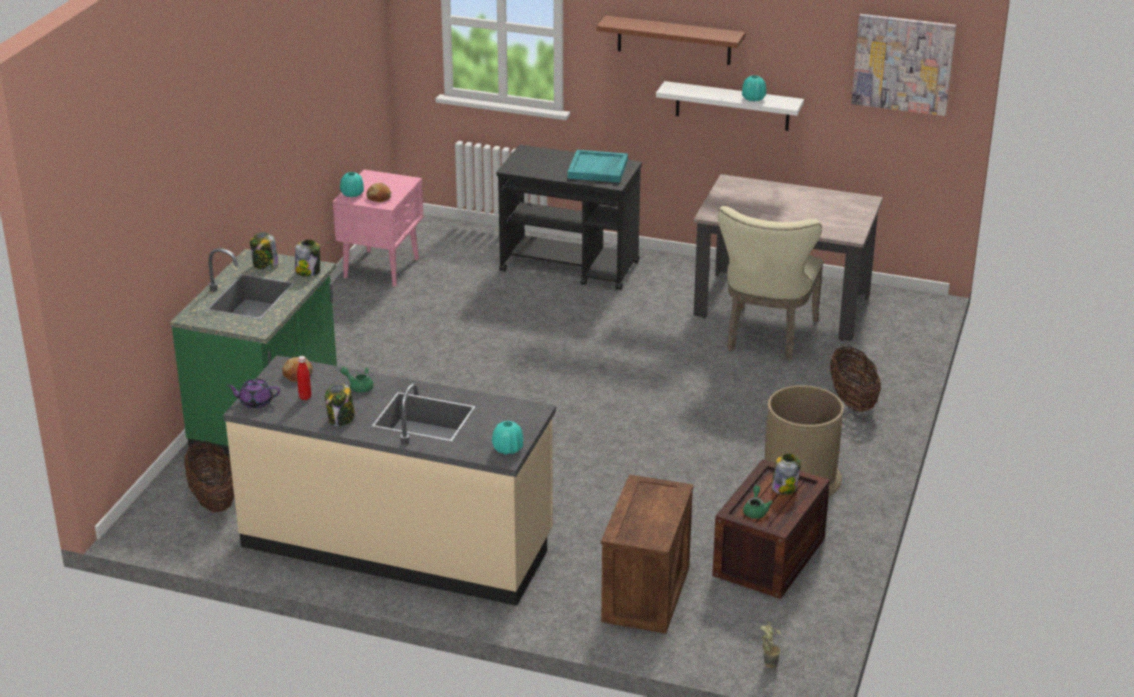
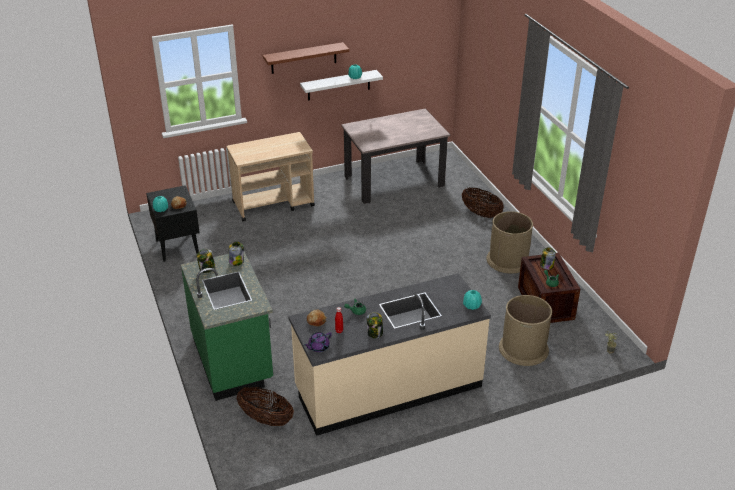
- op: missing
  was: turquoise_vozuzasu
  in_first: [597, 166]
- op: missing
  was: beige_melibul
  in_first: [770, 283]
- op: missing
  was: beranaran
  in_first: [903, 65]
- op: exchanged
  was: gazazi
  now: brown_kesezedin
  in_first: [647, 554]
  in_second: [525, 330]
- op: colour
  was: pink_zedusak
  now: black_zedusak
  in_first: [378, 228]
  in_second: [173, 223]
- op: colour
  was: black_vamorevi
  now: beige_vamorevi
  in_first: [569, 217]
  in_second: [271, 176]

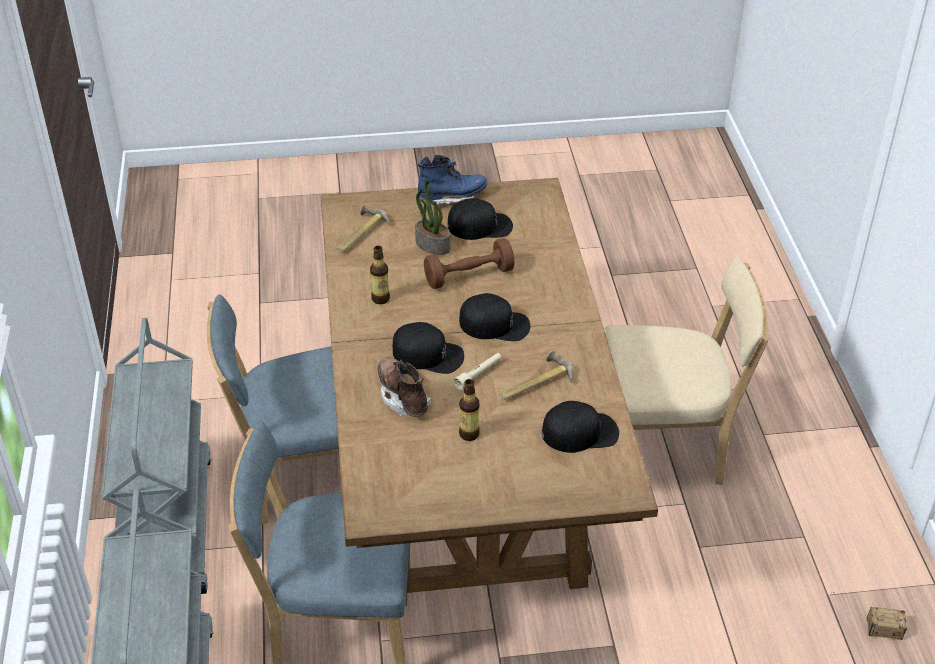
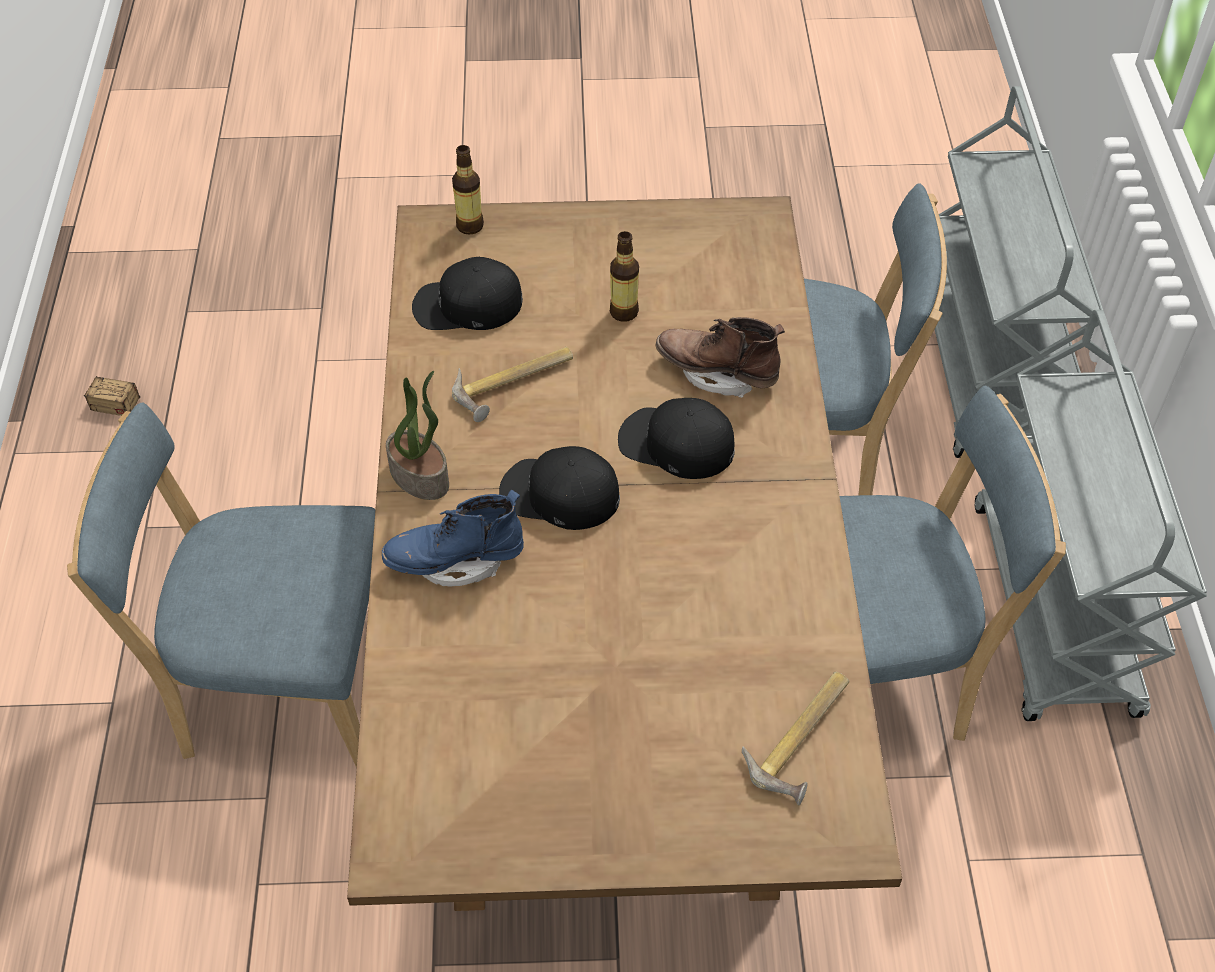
- op: missing
  was: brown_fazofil
  in_first: [469, 263]
- op: missing
  was: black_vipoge
  in_first: [480, 219]
- op: missing
  was: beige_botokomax
  in_first: [477, 371]
- op: relocated
  was: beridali
  in_first: [380, 275]
  in_second: [468, 190]
- op: relocated
  was: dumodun
  in_first: [433, 217]
  in_second: [417, 435]
- op: relocated
  was: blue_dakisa
  in_first: [452, 181]
  in_second: [453, 538]
- op: colour
  was: beige_melibul
  now: blue_melibul
  in_first: [687, 371]
  in_second: [221, 585]
- op: spun
  was: brown_dakisa
  in_first: [404, 387]
  in_second: [720, 357]
  clockwise: 135

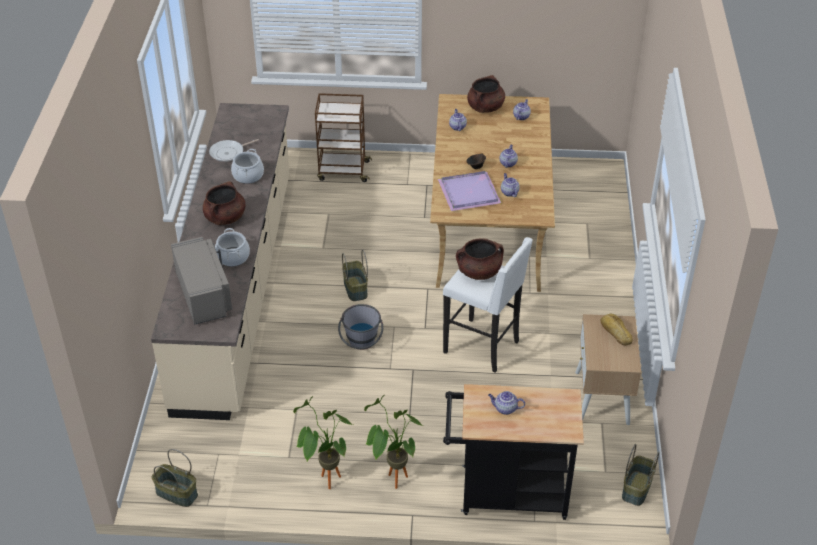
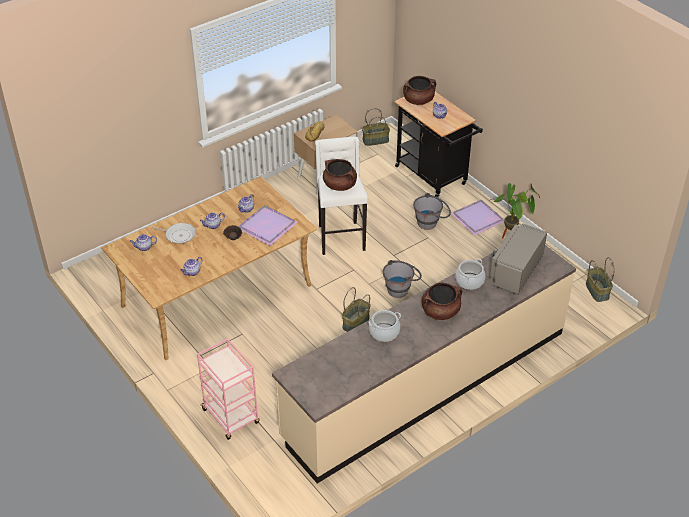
- op: appeared
  now: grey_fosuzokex
  in_second: [432, 211]
- op: relocated
  was: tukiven
  in_first: [234, 150]
  in_second: [173, 233]
- op: relocated
  was: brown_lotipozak
  in_first: [486, 94]
  in_second: [419, 90]
- op: exchanged
  was: dumodun
  now: purple_vozuzasu
  in_first: [393, 442]
  in_second: [477, 217]
- op: colour
  was: brown_vamorevi
  now: pink_vamorevi
  in_first: [343, 137]
  in_second: [228, 389]

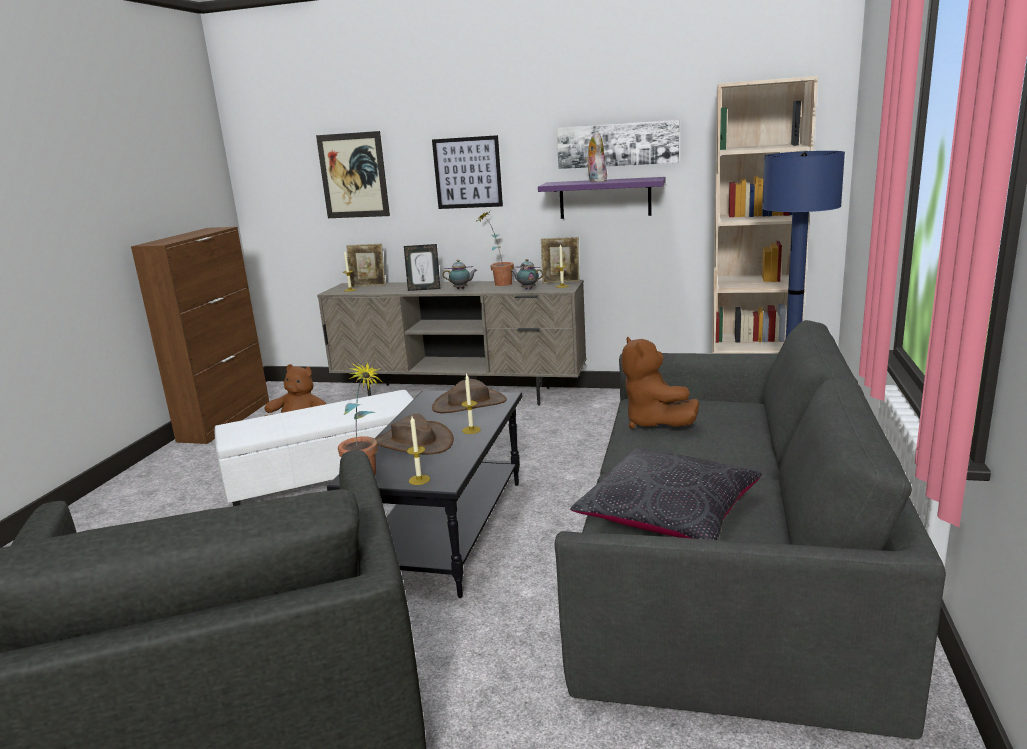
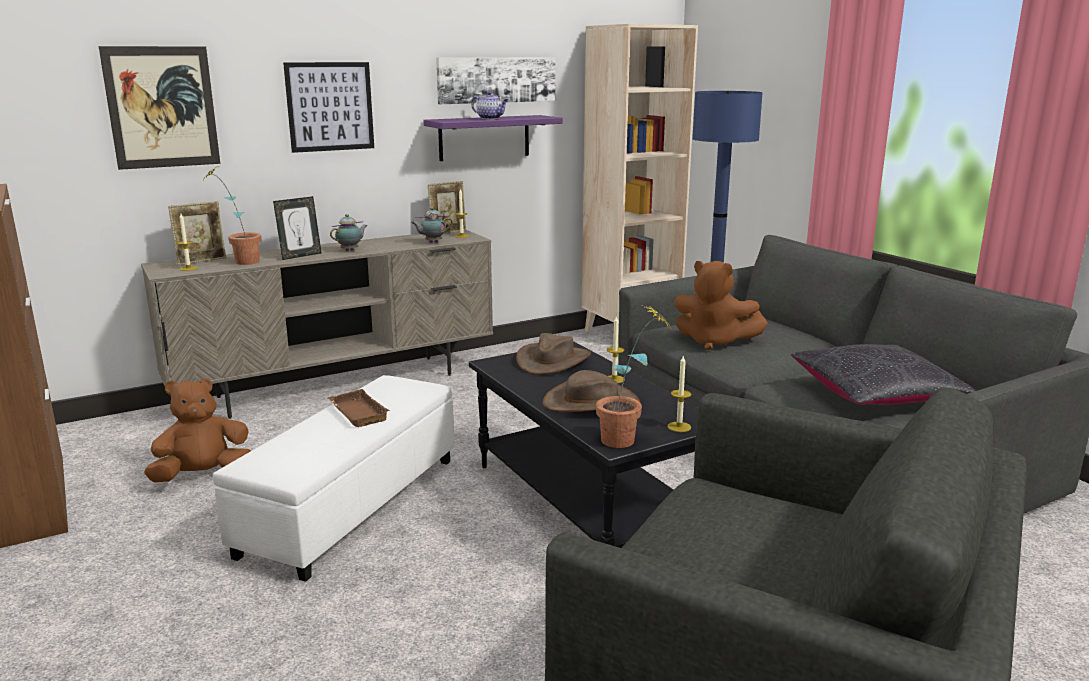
- op: appeared
  now: brown_vozuzasu
  in_second: [359, 408]
- op: relocated
  was: dumodun
  in_first: [494, 249]
  in_second: [232, 215]
- op: exchanged
  was: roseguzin
  now: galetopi
  in_first: [596, 157]
  in_second: [489, 105]

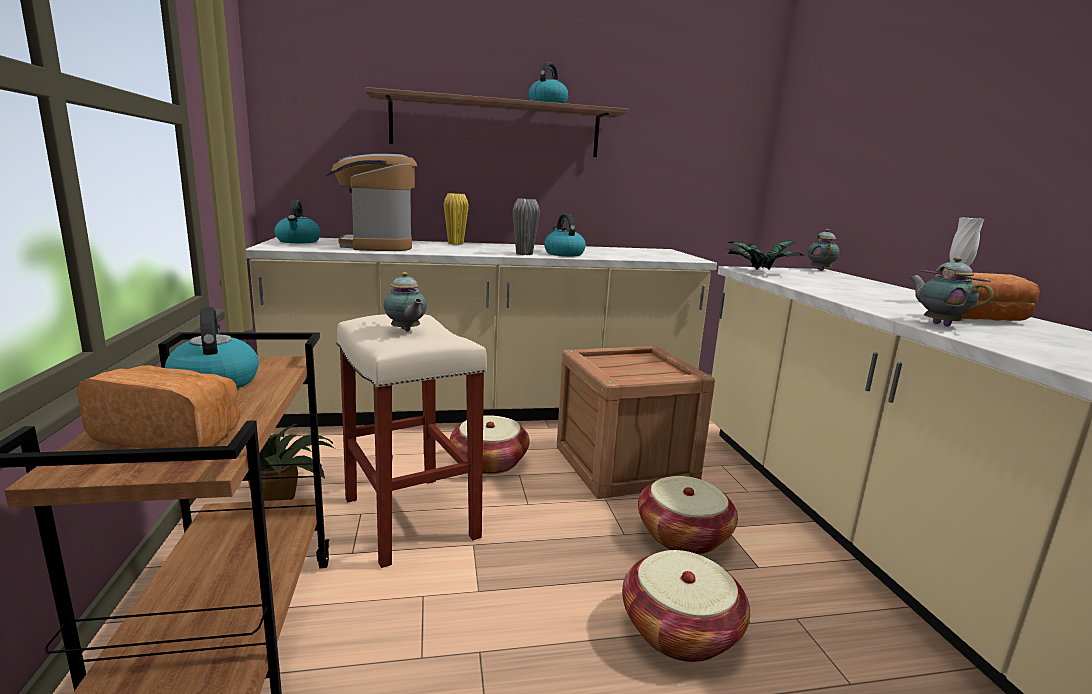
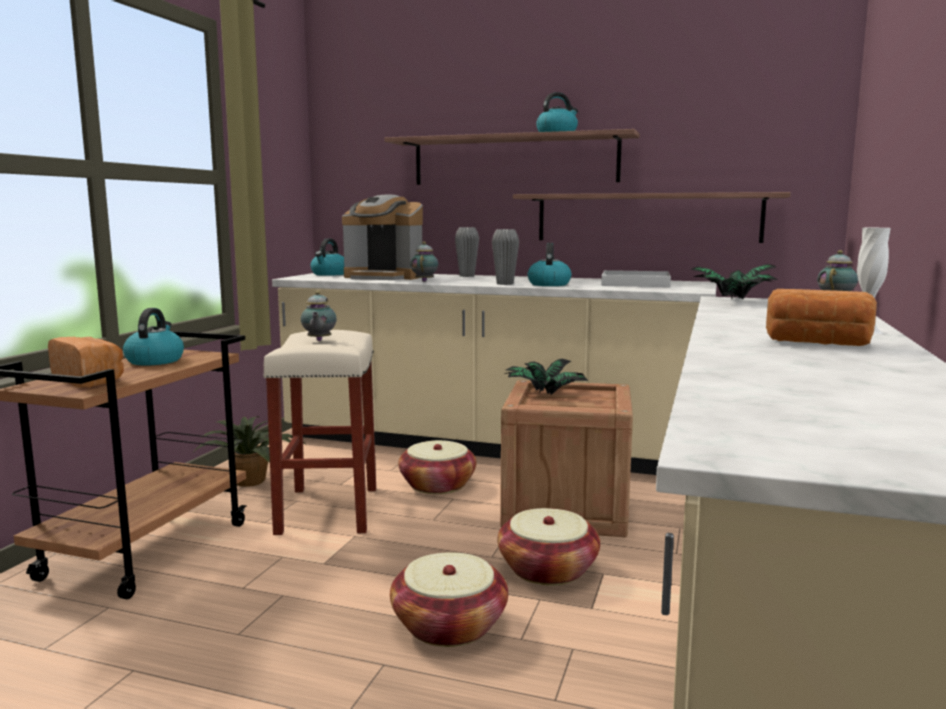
- op: appeared
  now: dumodun
  in_second: [546, 377]
- op: appeared
  now: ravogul
  in_second: [652, 217]
- op: appeared
  now: white_vozuzasu
  in_second: [636, 278]
- op: relocated
  was: galetopi
  in_first: [951, 291]
  in_second: [424, 262]
- op: colour
  was: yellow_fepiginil
  now: grey_fepiginil
  in_first: [456, 219]
  in_second: [467, 252]
- op: spun
  was: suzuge
  in_first: [371, 202]
  in_second: [382, 237]
  clockwise: -90

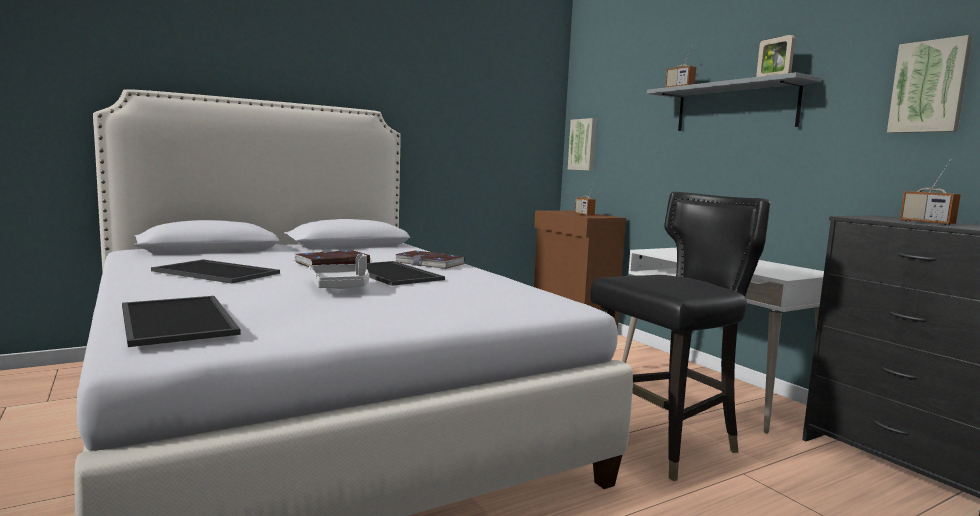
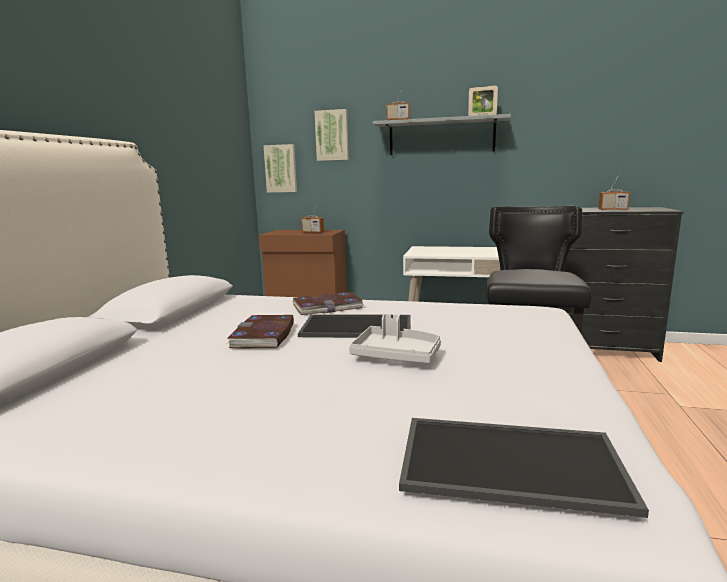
- op: missing
  was: vozuzasu
  in_first: [215, 271]
- op: relocated
  was: beranaran
  in_first: [930, 84]
  in_second: [331, 135]

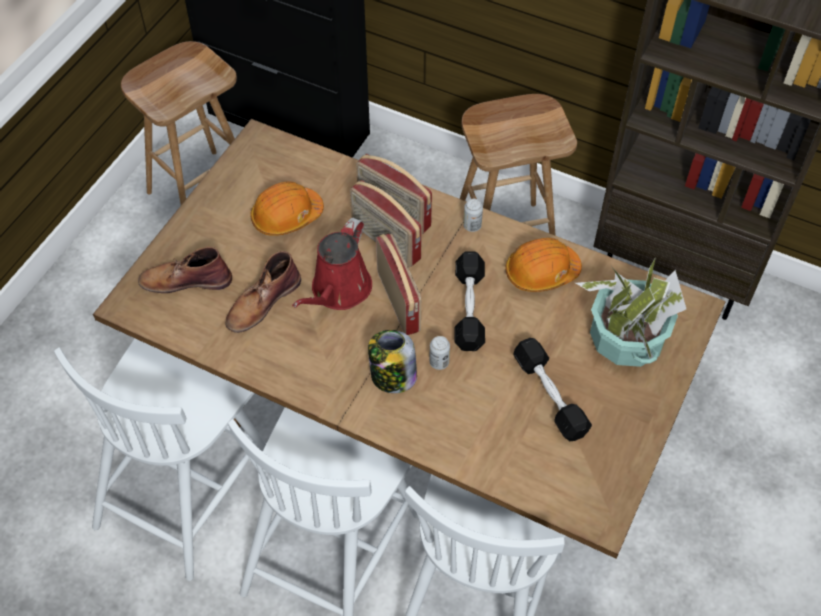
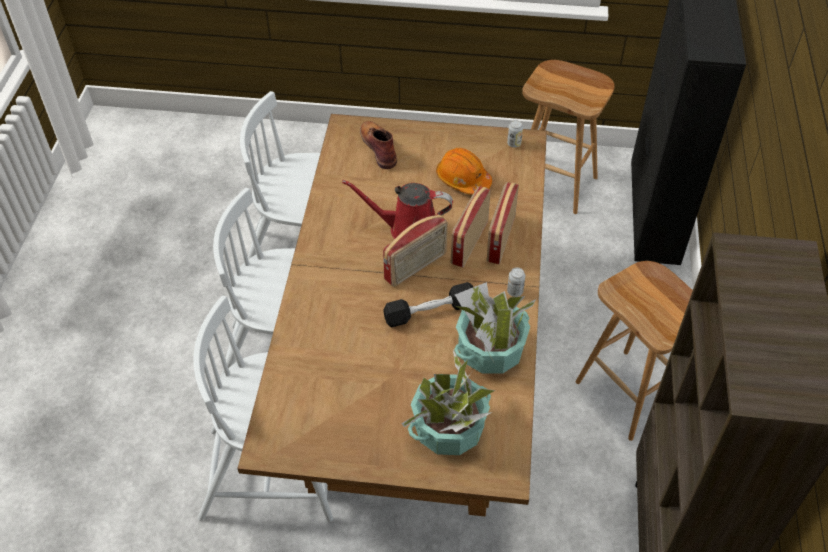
- op: missing
  was: brown_dakisa
  in_first: [263, 292]
- op: missing
  was: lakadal
  in_first: [392, 361]
- op: missing
  was: black_fazofil
  in_first: [552, 389]
- op: relocated
  was: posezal
  in_first: [439, 353]
  in_second: [515, 133]
- op: exchanged
  was: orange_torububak
  now: dumodun
  in_first: [543, 265]
  in_second: [495, 328]

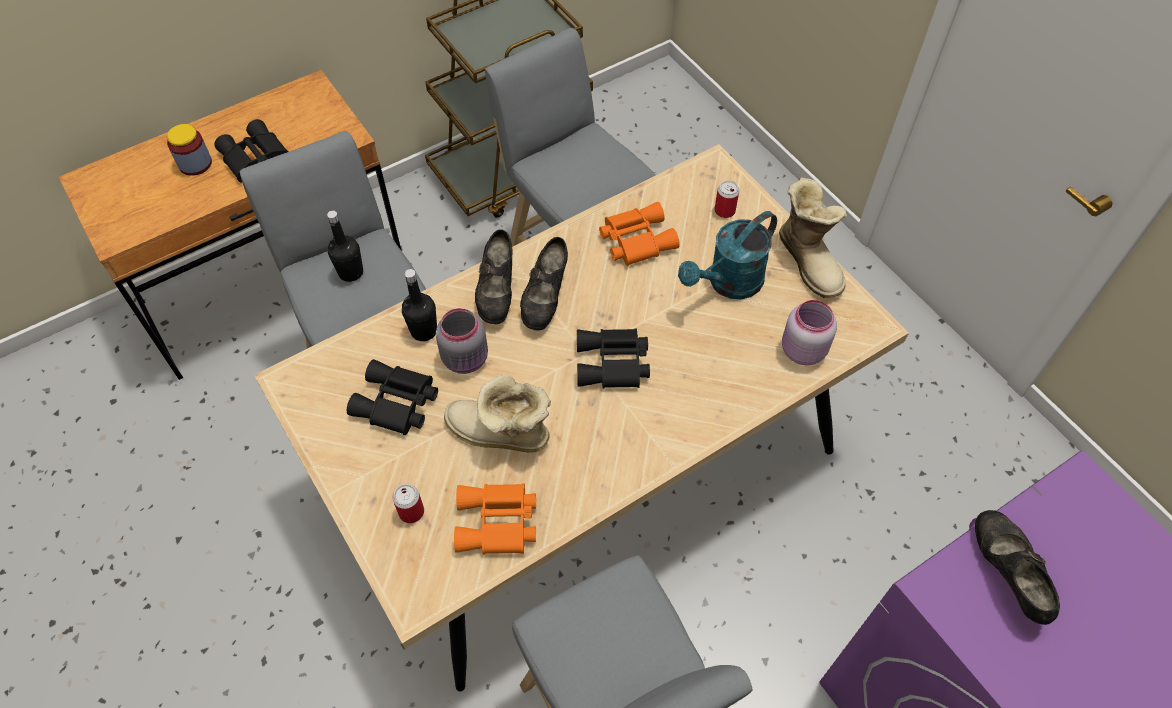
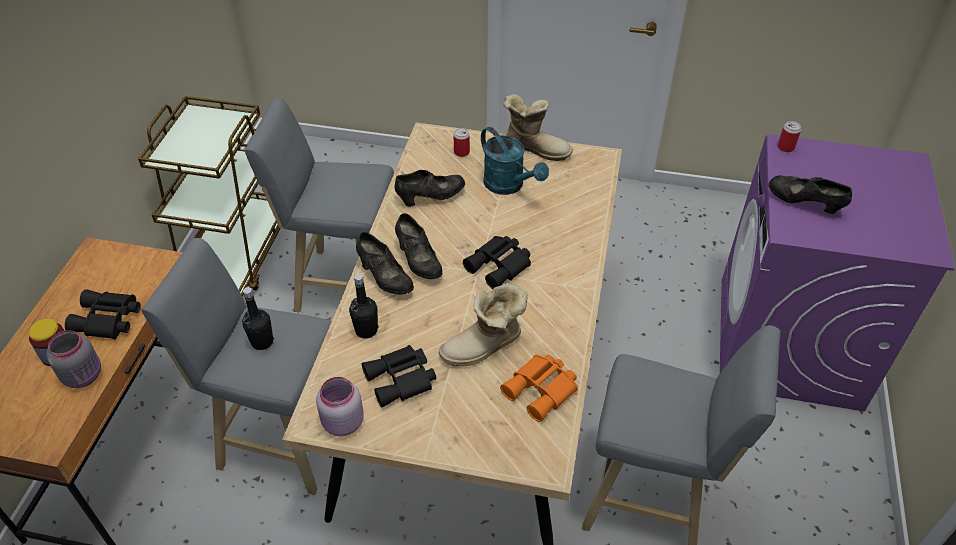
- op: relocated
  was: posezal
  in_first: [408, 503]
  in_second: [789, 136]
- op: relocated
  was: grey_lakadal
  in_first: [462, 341]
  in_second: [74, 359]
- op: relocated
  was: pink_lakadal
  in_first: [809, 332]
  in_second: [340, 406]
- op: exchanged
  was: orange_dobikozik
  now: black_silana
  in_first: [639, 234]
  in_second: [429, 188]
- op: spun
  was: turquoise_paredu
  in_first: [727, 255]
  in_second: [515, 161]
  clockwise: -45

